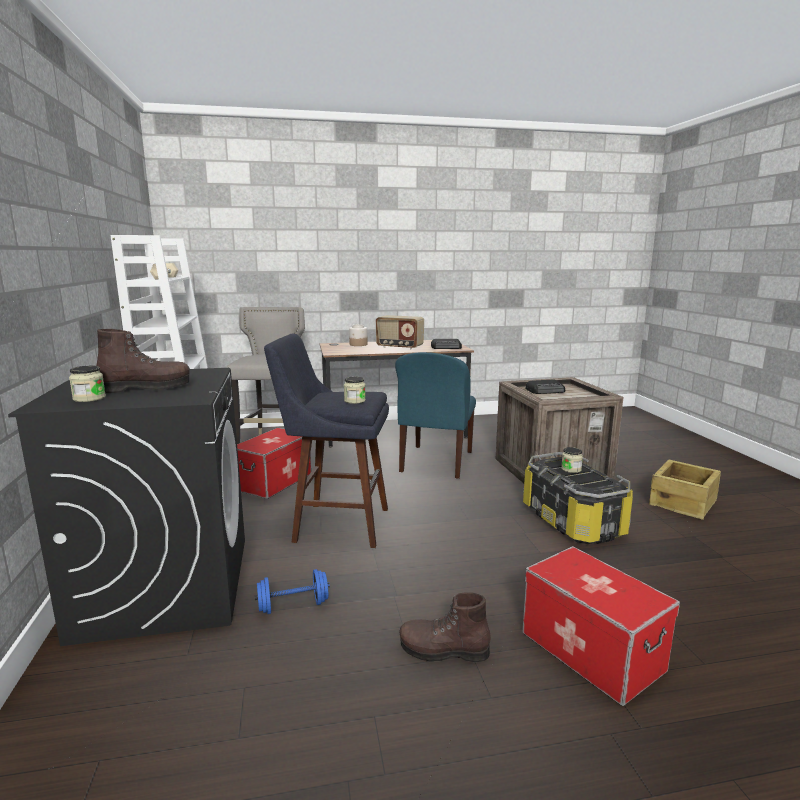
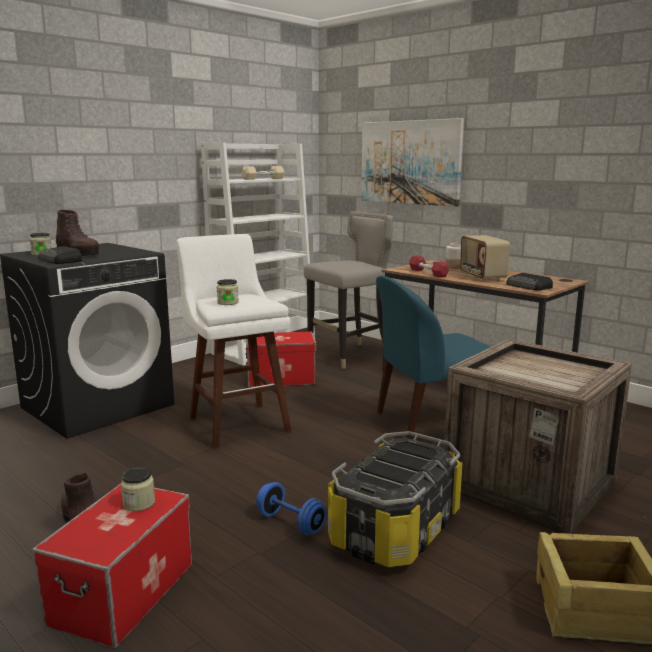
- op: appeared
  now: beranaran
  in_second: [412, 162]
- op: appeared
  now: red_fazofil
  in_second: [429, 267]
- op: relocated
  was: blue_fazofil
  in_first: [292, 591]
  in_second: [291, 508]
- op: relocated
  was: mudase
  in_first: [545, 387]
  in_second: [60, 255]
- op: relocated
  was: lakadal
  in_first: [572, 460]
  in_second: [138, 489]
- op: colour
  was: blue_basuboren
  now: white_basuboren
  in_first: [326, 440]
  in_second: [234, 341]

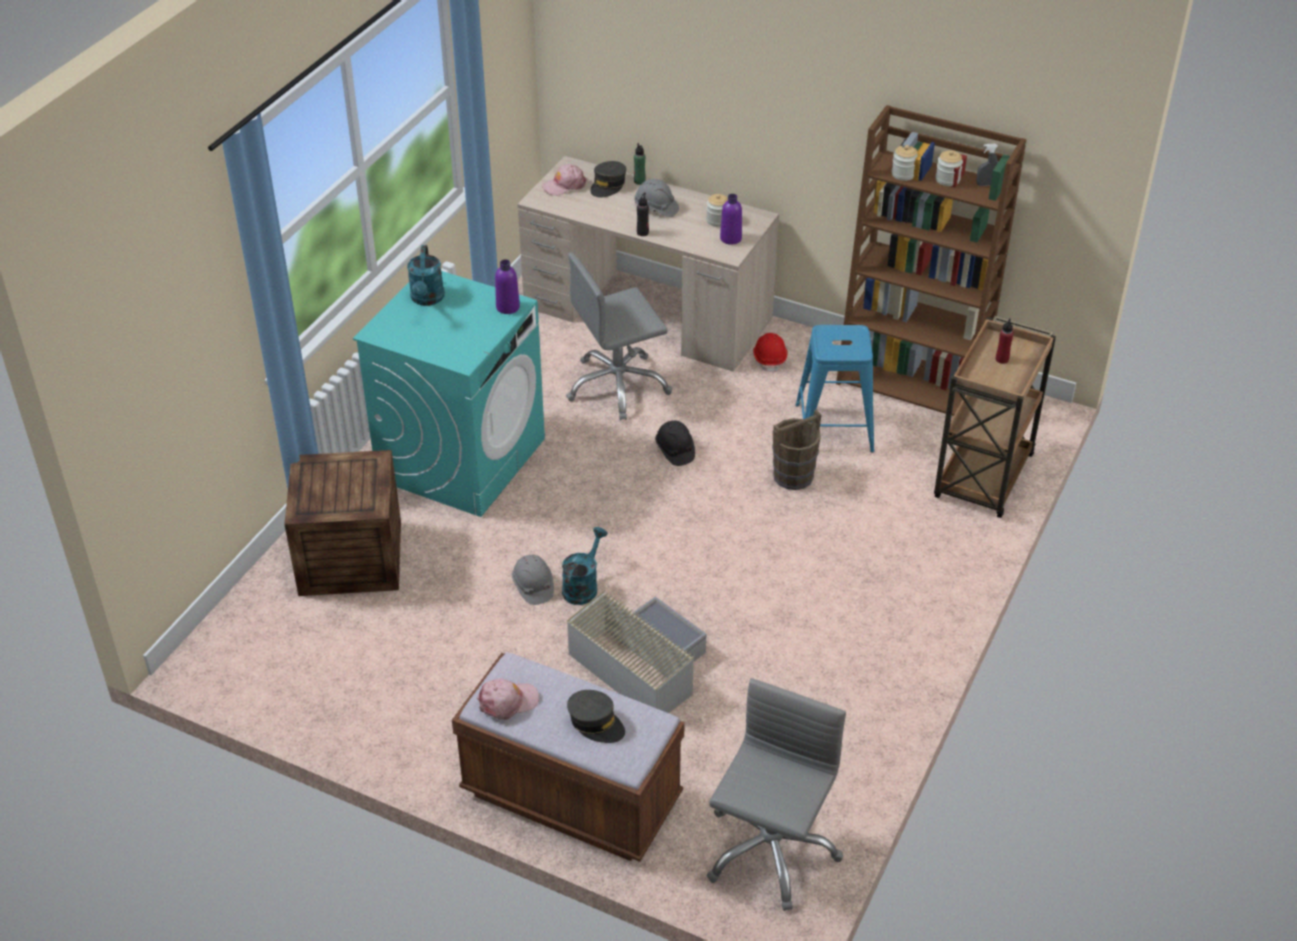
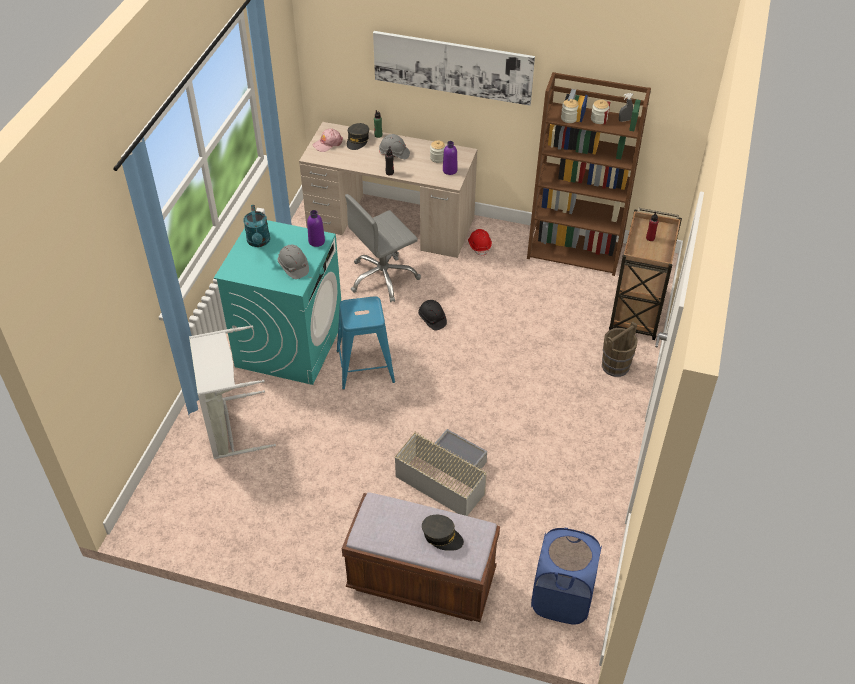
- op: missing
  was: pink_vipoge
  in_first: [508, 699]
- op: missing
  was: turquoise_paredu
  in_first: [585, 566]
- op: appeared
  now: beranaran
  in_second: [454, 68]
- op: relocated
  was: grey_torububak
  in_first: [533, 580]
  in_second: [293, 262]
- op: relocated
  was: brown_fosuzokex
  in_first: [797, 449]
  in_second: [620, 349]
- op: relocated
  was: blue_basuboren
  in_first: [834, 389]
  in_second: [366, 343]
- op: exchanged
  was: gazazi
  now: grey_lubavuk
  in_first: [342, 523]
  in_second: [232, 392]
- op: exchanged
  was: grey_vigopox
  now: blue_lubavuk
  in_first: [776, 794]
  in_second: [566, 576]

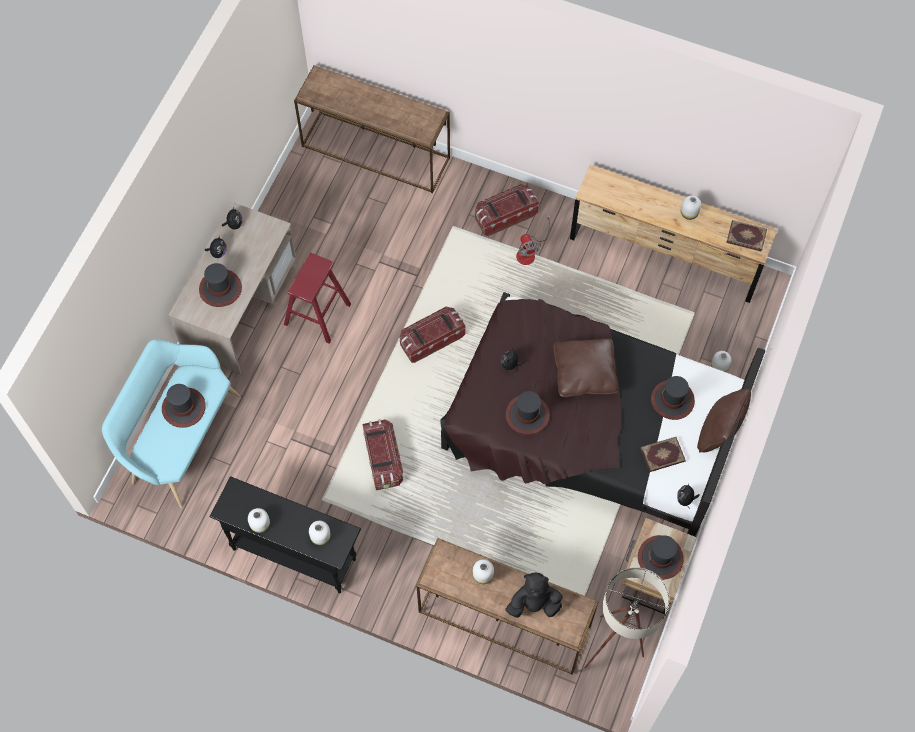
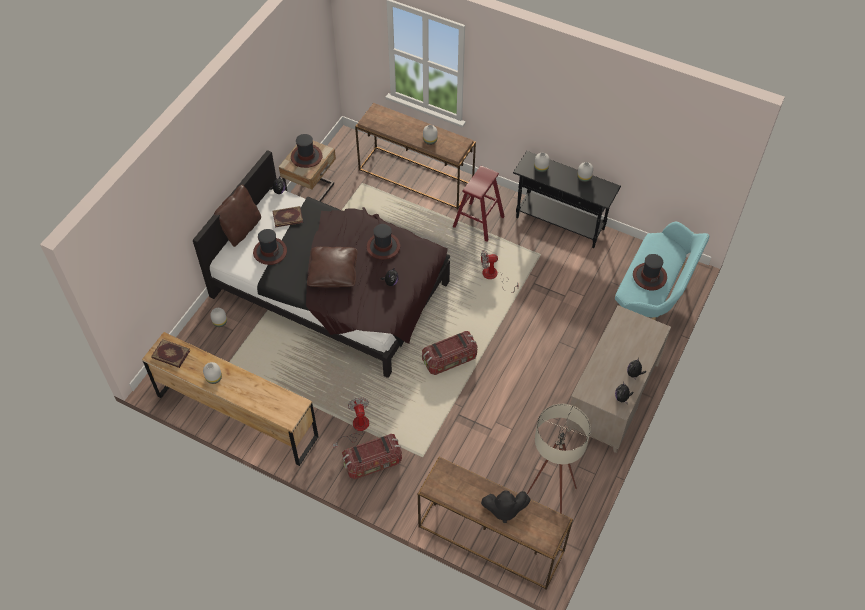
- op: missing
  was: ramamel
  in_first: [220, 285]
- op: relocated
  was: red_basuboren
  in_first: [317, 298]
  in_second: [479, 204]
- op: relocated
  was: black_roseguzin
  in_first: [534, 595]
  in_second: [505, 506]
- op: relocated
  was: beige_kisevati
  in_first: [627, 617]
  in_second: [559, 459]
- op: exchanged
  was: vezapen
  now: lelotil
  in_first: [383, 454]
  in_second: [500, 271]

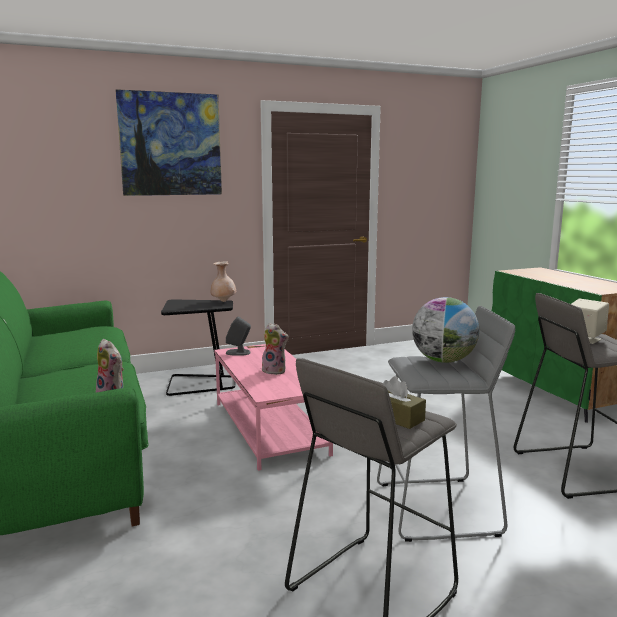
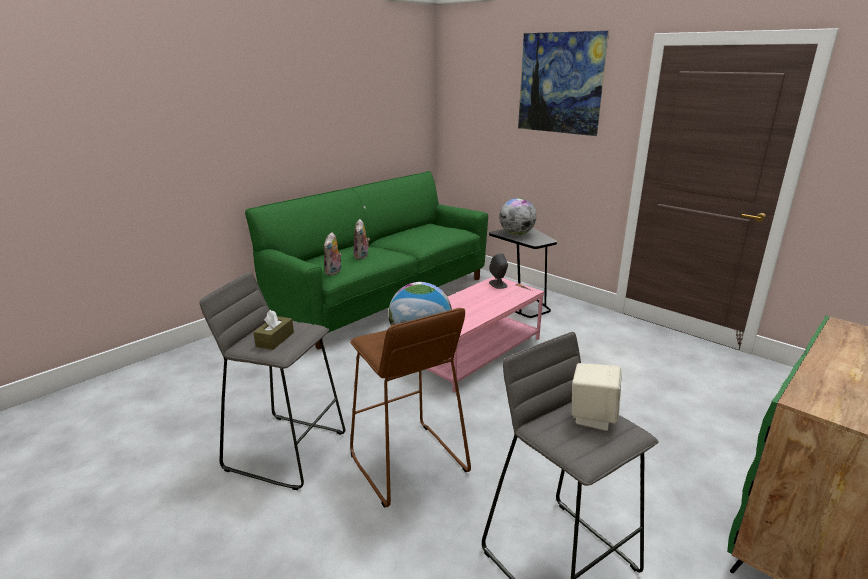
- op: missing
  was: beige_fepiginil
  in_first: [223, 281]
- op: appeared
  now: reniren
  in_second: [517, 216]
- op: relocated
  was: roseguzin
  in_first: [275, 349]
  in_second: [361, 239]
- op: colour
  was: grey_basuboren
  now: brown_basuboren
  in_first: [446, 424]
  in_second: [410, 408]

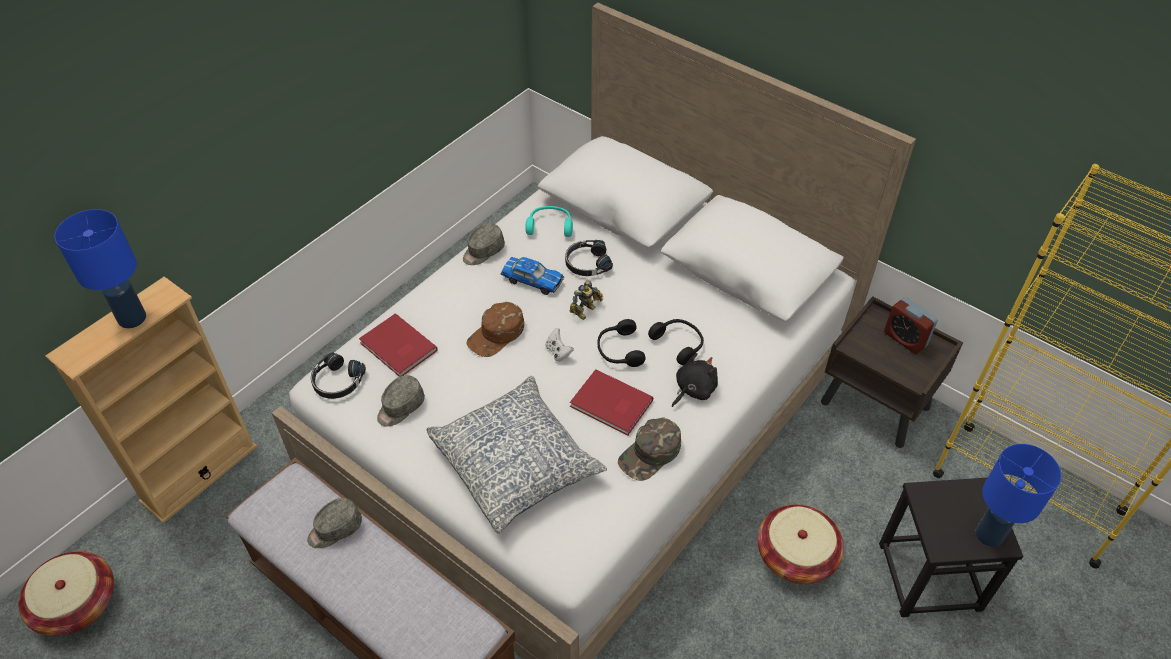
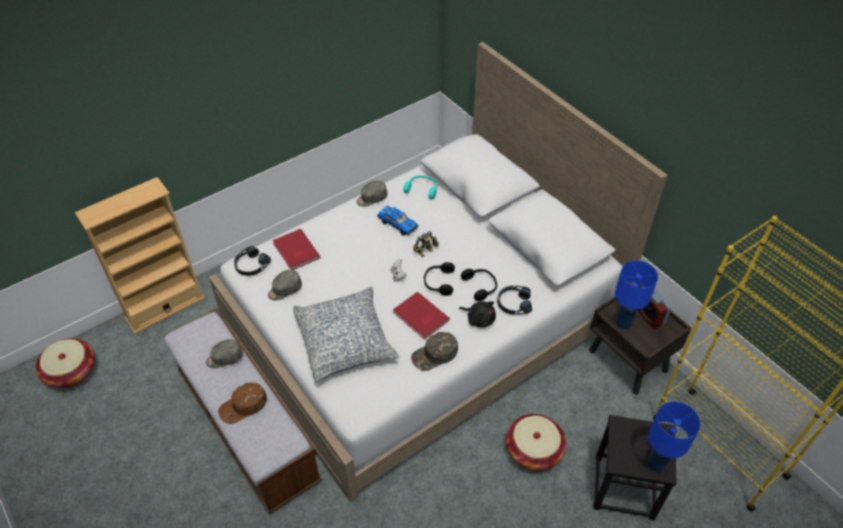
- op: relocated
  was: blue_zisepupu
  in_first: [100, 268]
  in_second: [636, 295]
- op: relocated
  was: brown_vipoge
  in_first: [495, 329]
  in_second: [242, 403]
- op: relocated
  was: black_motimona
  in_first: [589, 258]
  in_second: [514, 300]
- op: spun
  was: black_roseguzin
  in_first: [695, 380]
  in_second: [477, 314]
  clockwise: 60

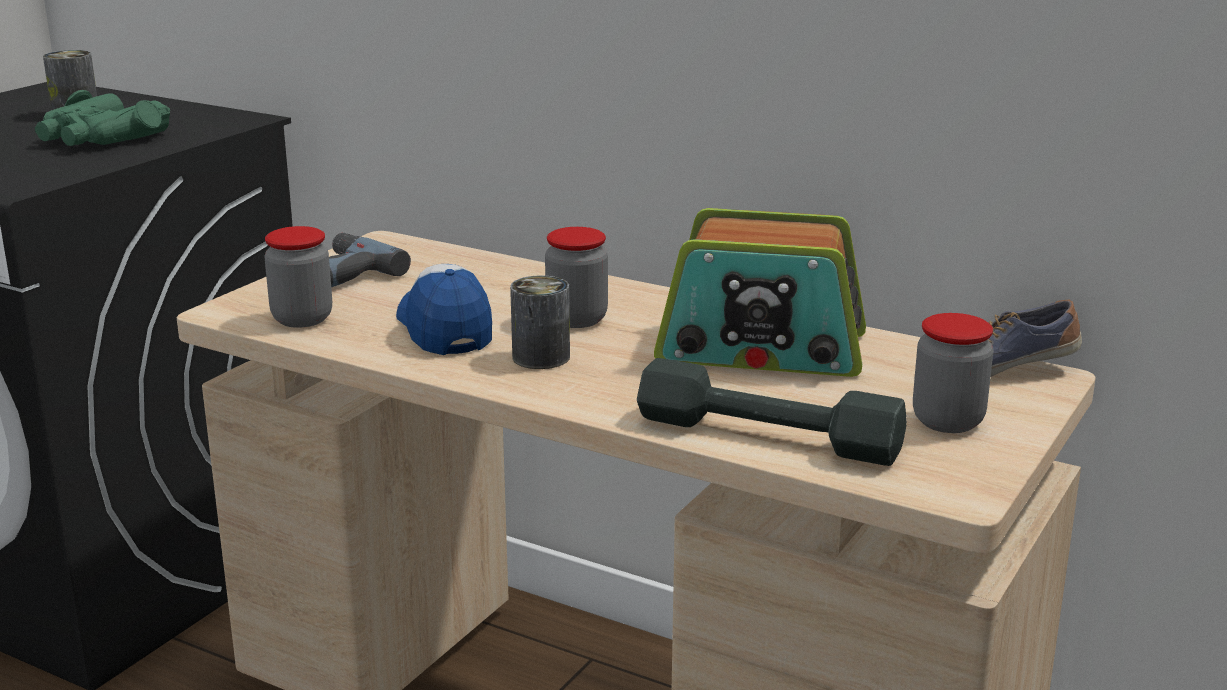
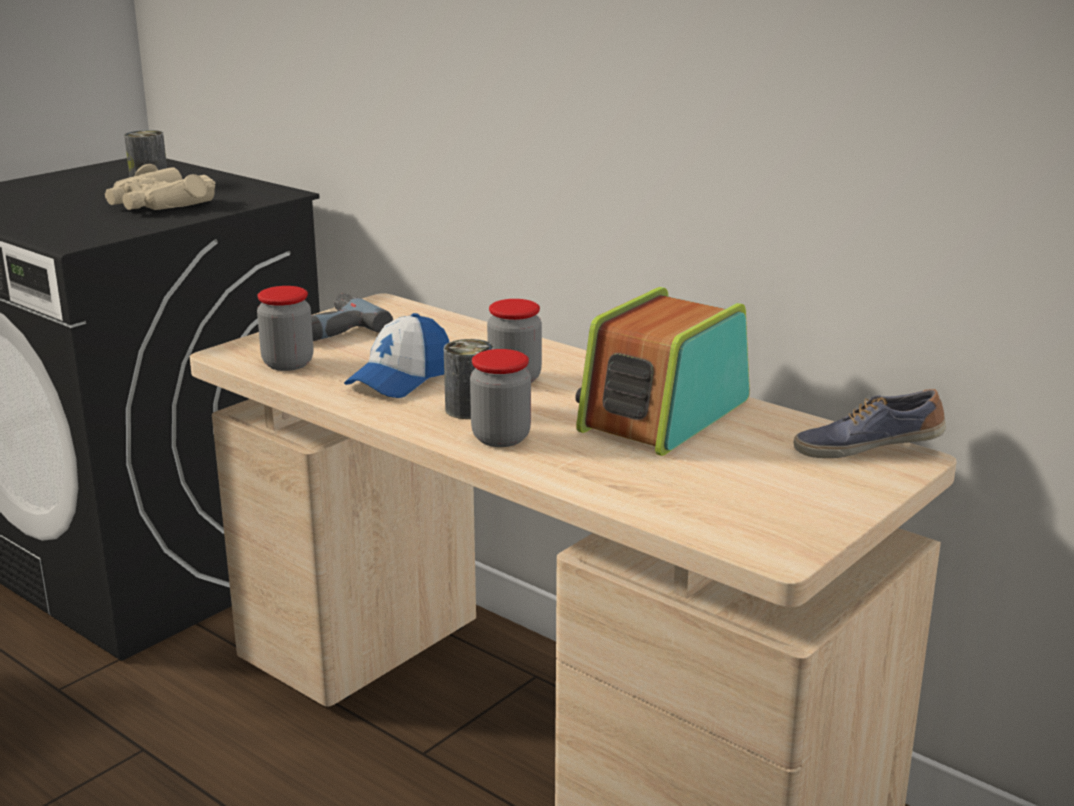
- op: missing
  was: grey_fazofil
  in_first: [772, 412]
- op: relocated
  was: lakadal
  in_first: [953, 373]
  in_second: [500, 398]
- op: colour
  was: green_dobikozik
  now: beige_dobikozik
  in_first: [102, 118]
  in_second: [160, 187]
- op: spun
  was: vipoge
  in_first: [444, 309]
  in_second: [396, 355]
  clockwise: -135
- op: spun
  was: mudase
  in_first: [760, 292]
  in_second: [662, 371]
  clockwise: 105

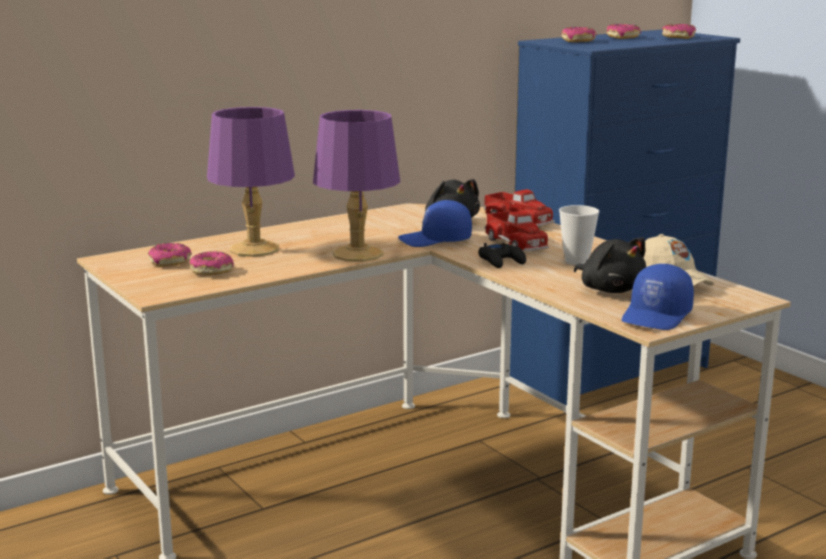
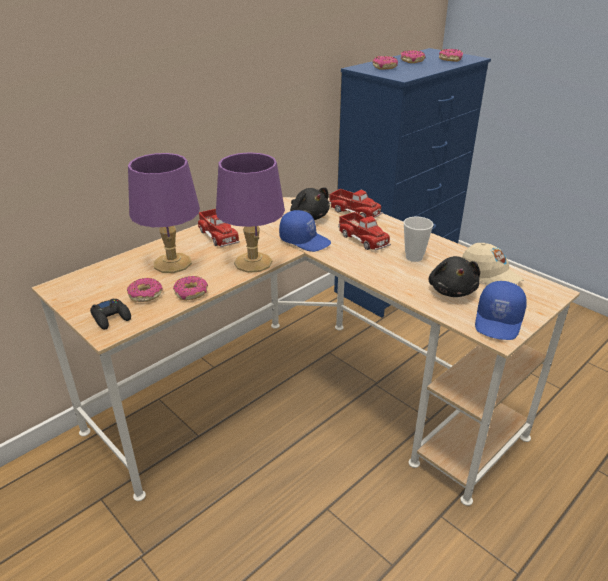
- op: appeared
  now: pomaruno
  in_second: [219, 228]
- op: relocated
  was: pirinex
  in_first: [170, 255]
  in_second: [190, 288]
- op: relocated
  was: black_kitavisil
  in_first: [502, 255]
  in_second: [110, 314]
- op: spun
  was: blue_vipoge
  in_first: [435, 223]
  in_second: [305, 231]
  clockwise: -135
- op: spun
  was: black_roseguzin
  in_first: [610, 265]
  in_second: [454, 276]
  clockwise: 45

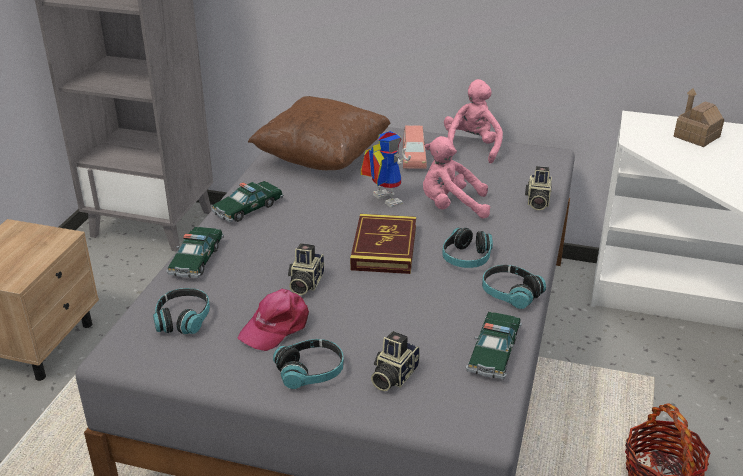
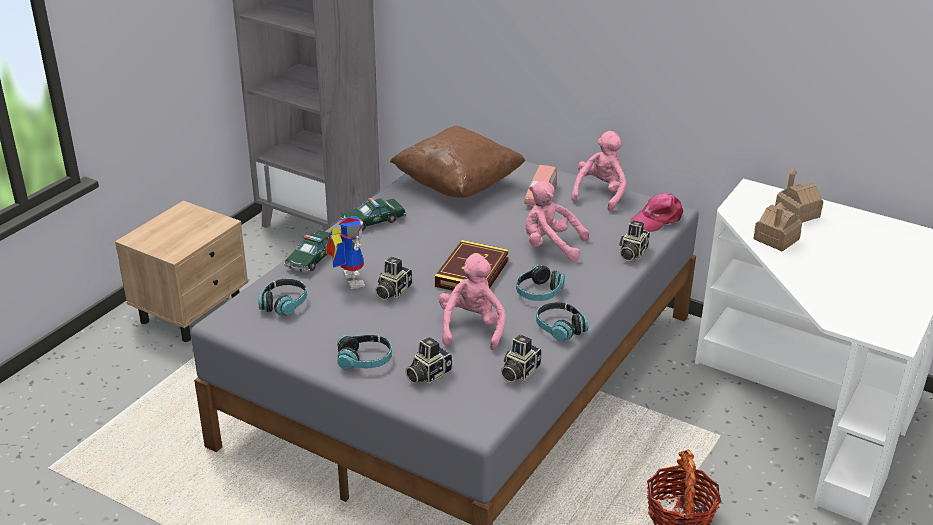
- op: appeared
  now: pink_roseguzin
  in_second: [472, 302]
- op: appeared
  now: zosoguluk
  in_second: [777, 226]
- op: relocated
  was: pink_vipoge
  in_first: [273, 320]
  in_second: [656, 212]
- op: relocated
  was: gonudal
  in_first: [385, 169]
  in_second: [345, 252]
- op: exchanged
  was: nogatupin
  now: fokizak
  in_first: [494, 345]
  in_second: [521, 358]

